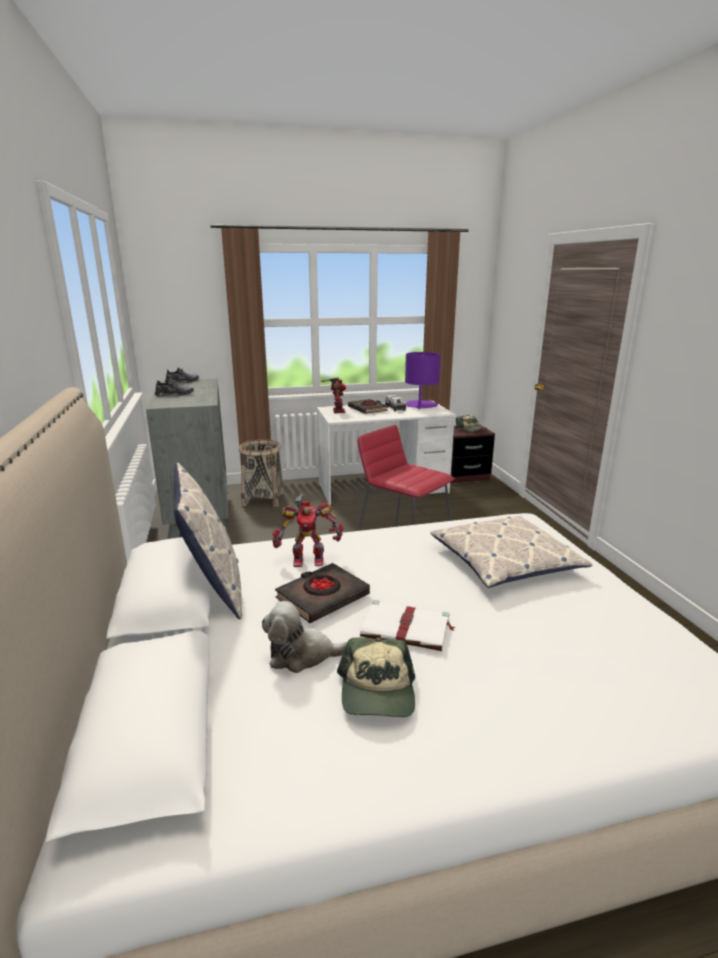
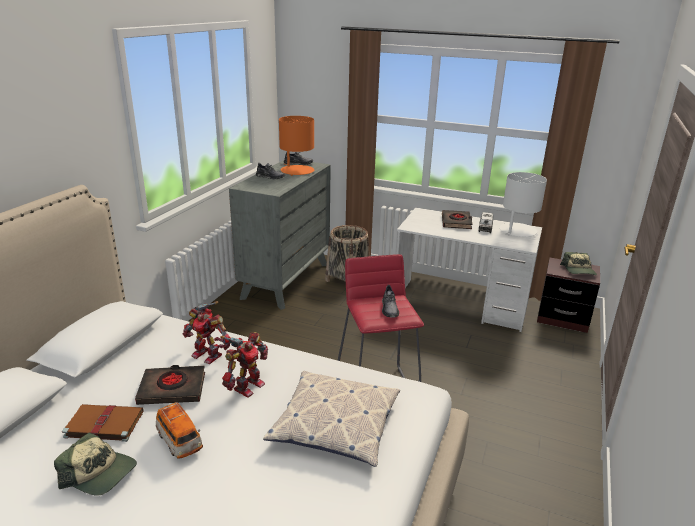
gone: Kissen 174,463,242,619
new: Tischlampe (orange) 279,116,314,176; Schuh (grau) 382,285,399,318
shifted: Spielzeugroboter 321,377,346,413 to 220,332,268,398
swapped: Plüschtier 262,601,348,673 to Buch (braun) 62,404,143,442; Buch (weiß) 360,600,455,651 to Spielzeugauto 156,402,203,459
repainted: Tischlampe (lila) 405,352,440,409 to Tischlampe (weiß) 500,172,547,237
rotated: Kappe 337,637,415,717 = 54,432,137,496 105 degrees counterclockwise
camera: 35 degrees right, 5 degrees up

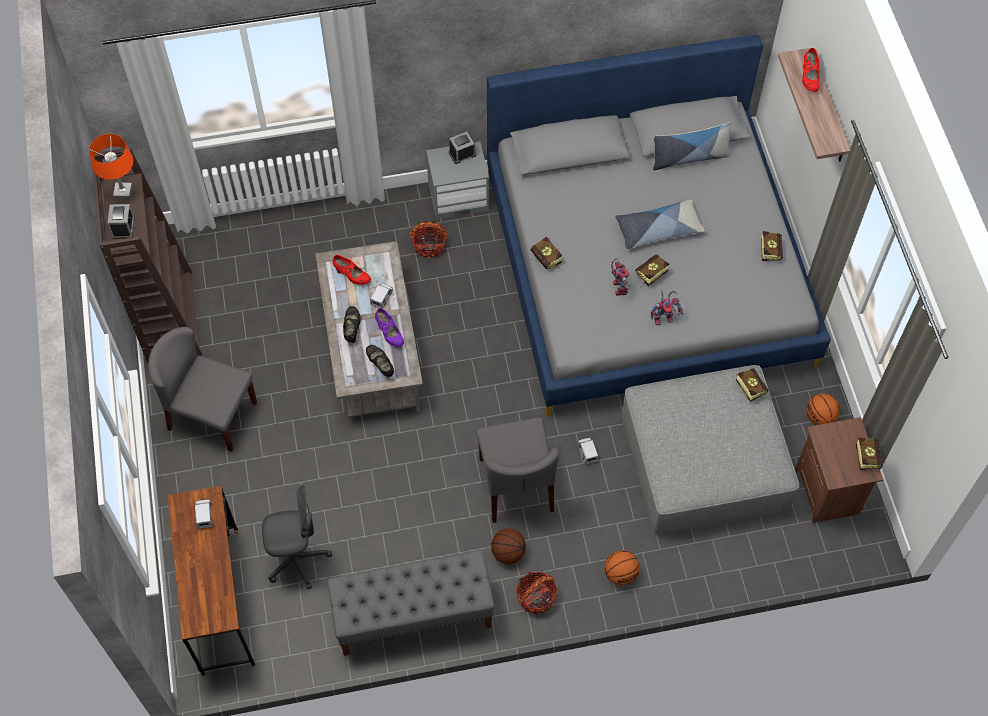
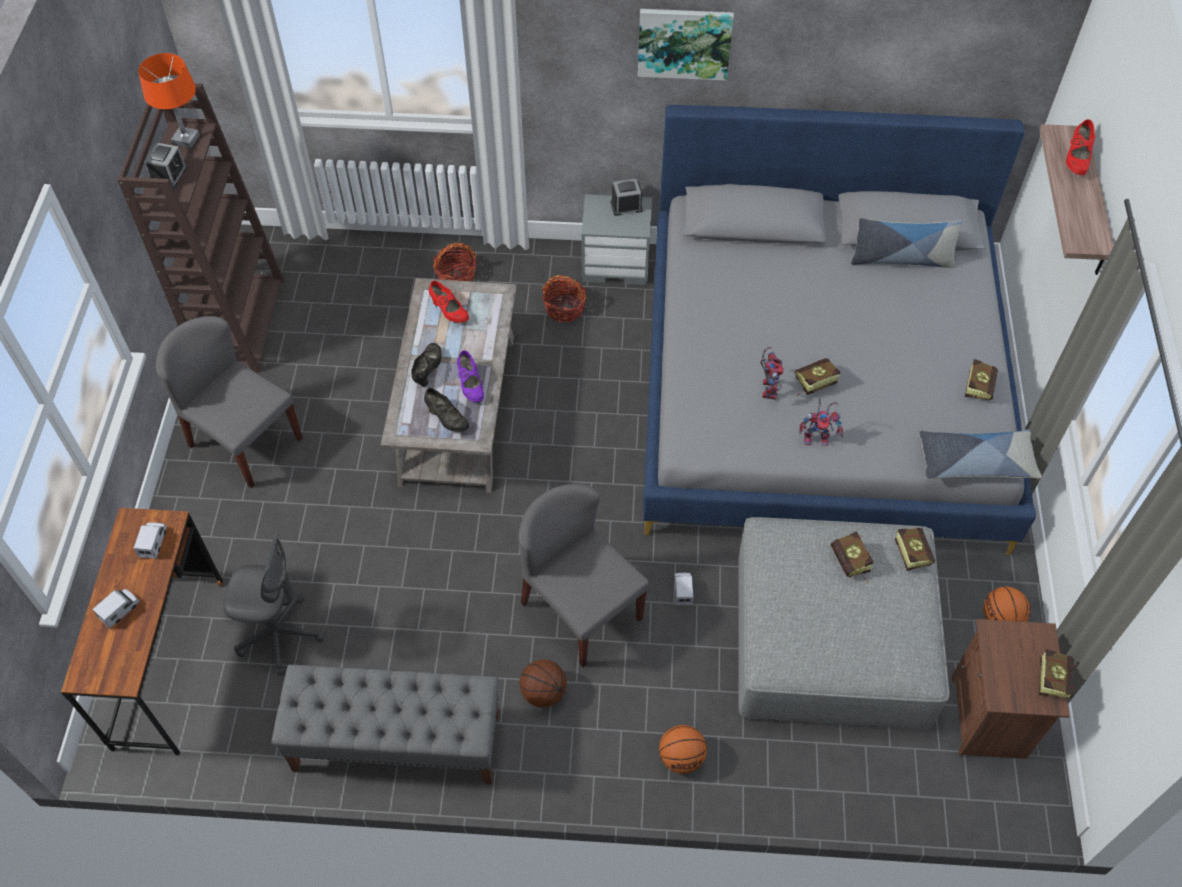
new: Bild 638,9,734,81
shifted: Spielzeuglaster 370,284,393,309 to 92,589,140,629; Korb 516,572,558,614 to 433,242,477,281; Buch 531,237,562,271 to 831,531,873,584; Kissen 615,198,705,249 to 919,430,1042,479
rotated: Schuh (schwarz) 366,345,394,377 = 424,388,469,432 150 degrees clockwise; Stuhl (grau) 476,418,559,523 = 519,484,649,667 135 degrees clockwise
camera: 15 degrees right, 5 degrees down

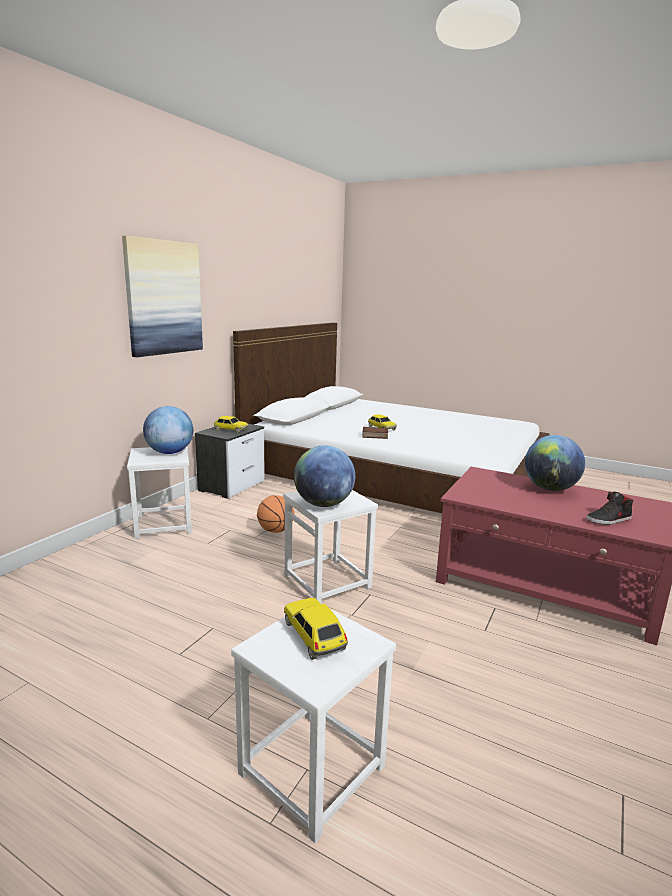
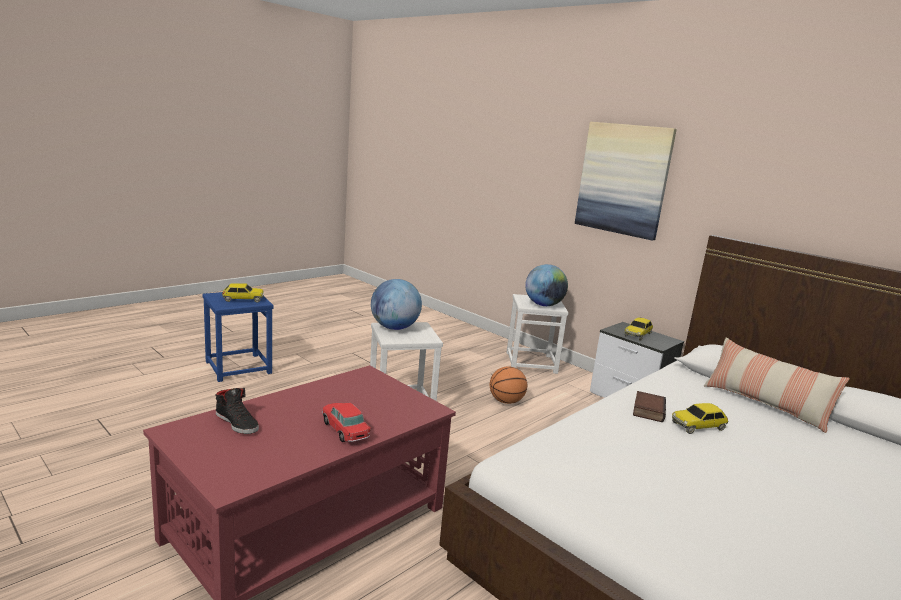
new: Kissen 704,337,850,433
swapped: Globus 525,435,585,491 to Spielzeugauto 322,403,371,442
repainted: Hocker (weiß) 231,608,396,843 to Hocker (blau) 202,292,274,382
rotated: Schuh (schwarz) 586,492,633,525 = 216,388,259,434 135 degrees clockwise
camera: 105 degrees right, 0 degrees up

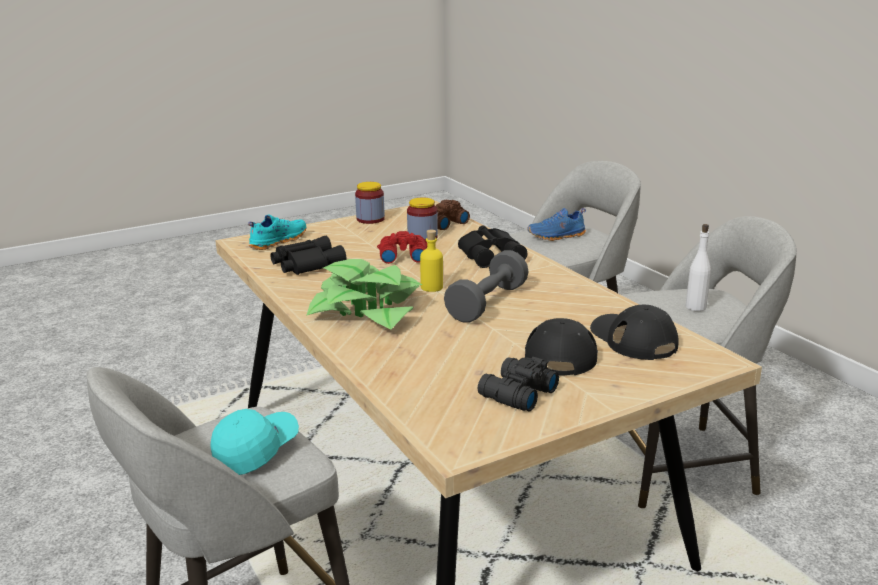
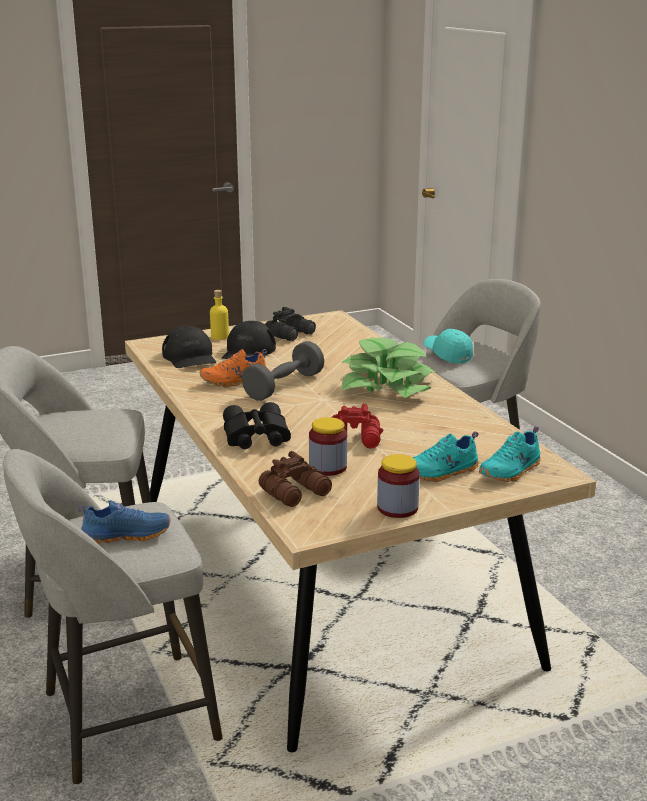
gone: Fernglas (schwarz) 270,236,347,275; Flasche (weiß) 685,224,711,311
new: Schuh (orange) 200,349,267,388; Schuh (türkis) 412,431,479,482
shifted: Flasche (gelb) 420,230,443,292 to 210,290,229,340
rotated: Kappe (türkis) 210,409,299,475 = 424,329,473,364 105 degrees clockwise
camera: 175 degrees left, 0 degrees up

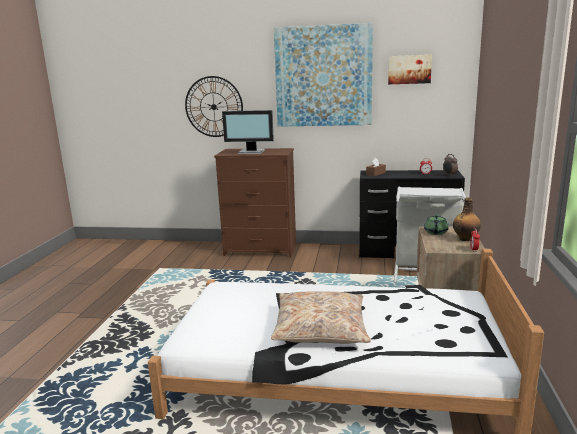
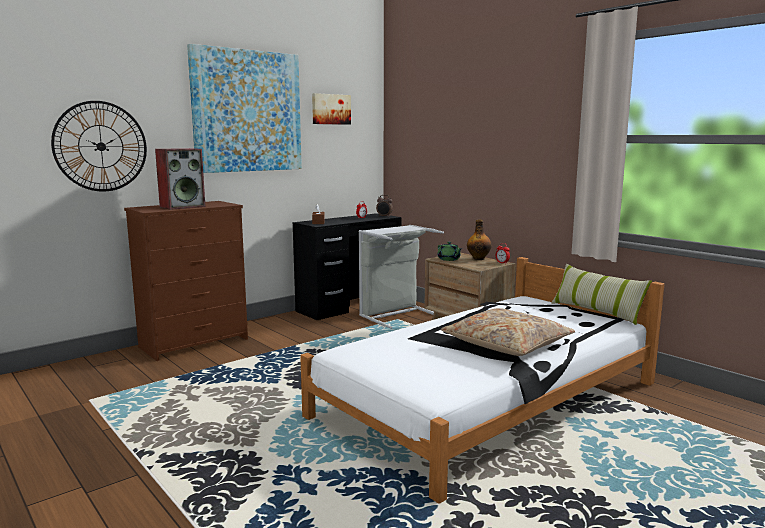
new: Kissen 551,264,652,325
swapped: Monitor 222,110,274,154 to Lautsprecher 155,148,206,210
camera: 50 degrees left, 5 degrees down

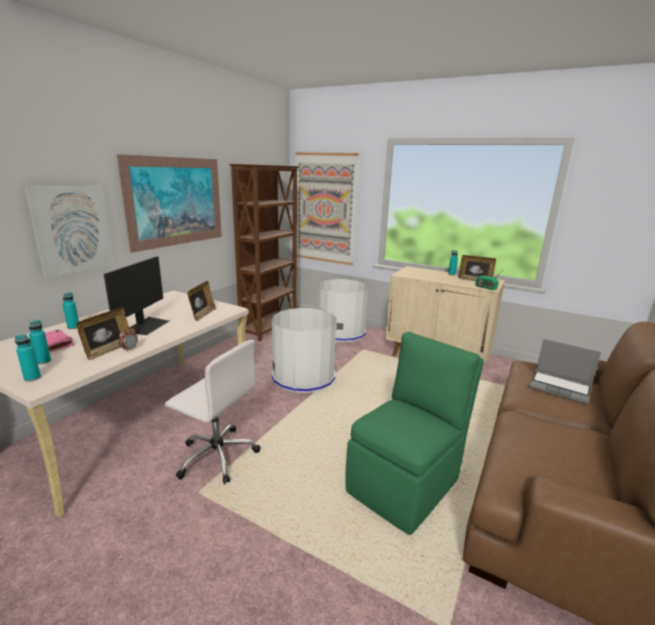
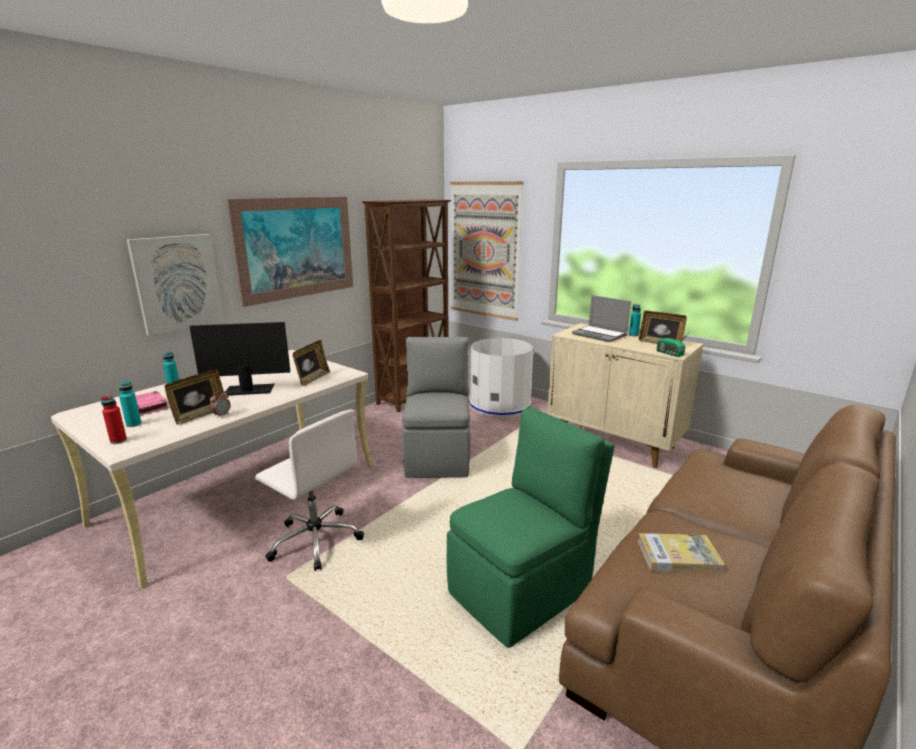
new: Buch 638,533,725,573
shifted: Laptop 529,339,601,404 to 572,295,631,342
swapped: Mülleimer (weiß) 271,308,336,393 to Stuhl (grau) 402,337,470,478
repainted: Flasche (türkis) 15,334,41,382 to Flasche (rot) 101,396,127,444
rotated: Monitor 104,256,170,335 = 189,322,291,396 120 degrees counterclockwise
camera: 10 degrees right, 0 degrees up

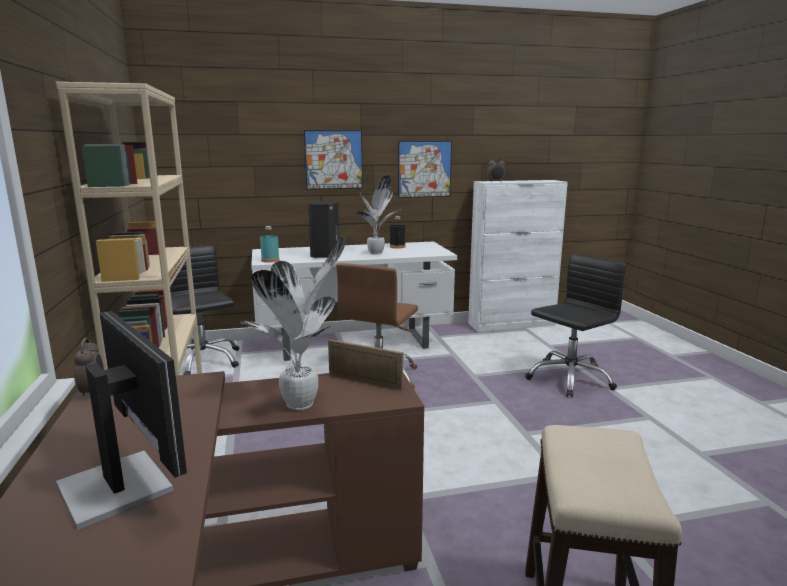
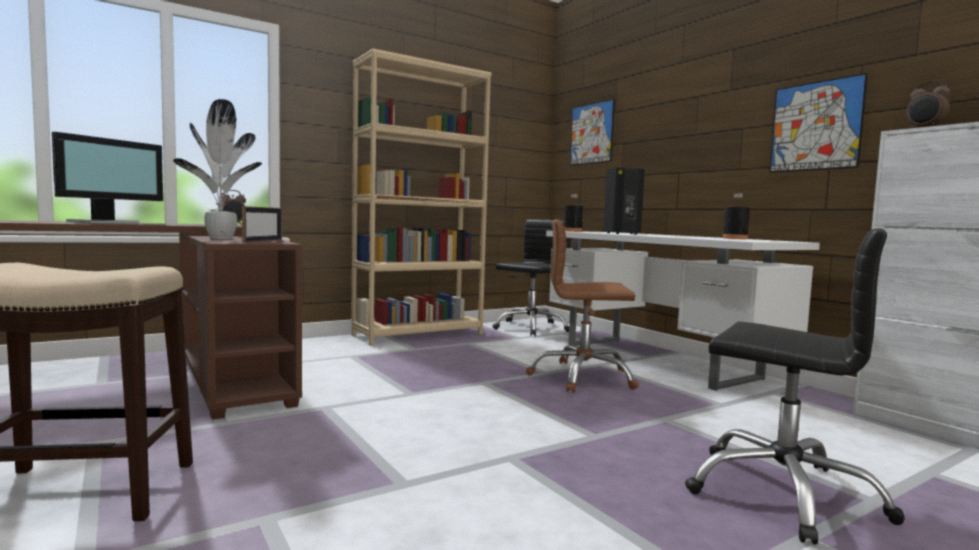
gone: Topfpflanze 357,175,402,255
shifted: Bild 304,130,363,190 to 570,99,615,166
repainted: Flasche (türkis) 260,226,280,263 to Flasche (schwarz) 564,194,583,232
camera: 70 degrees right, 10 degrees down

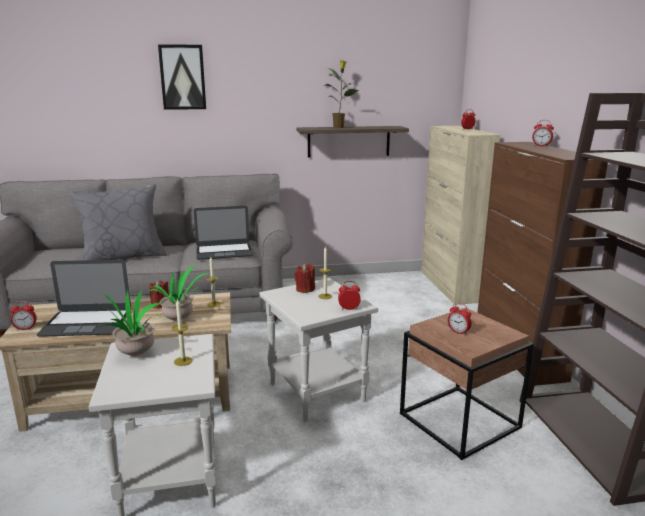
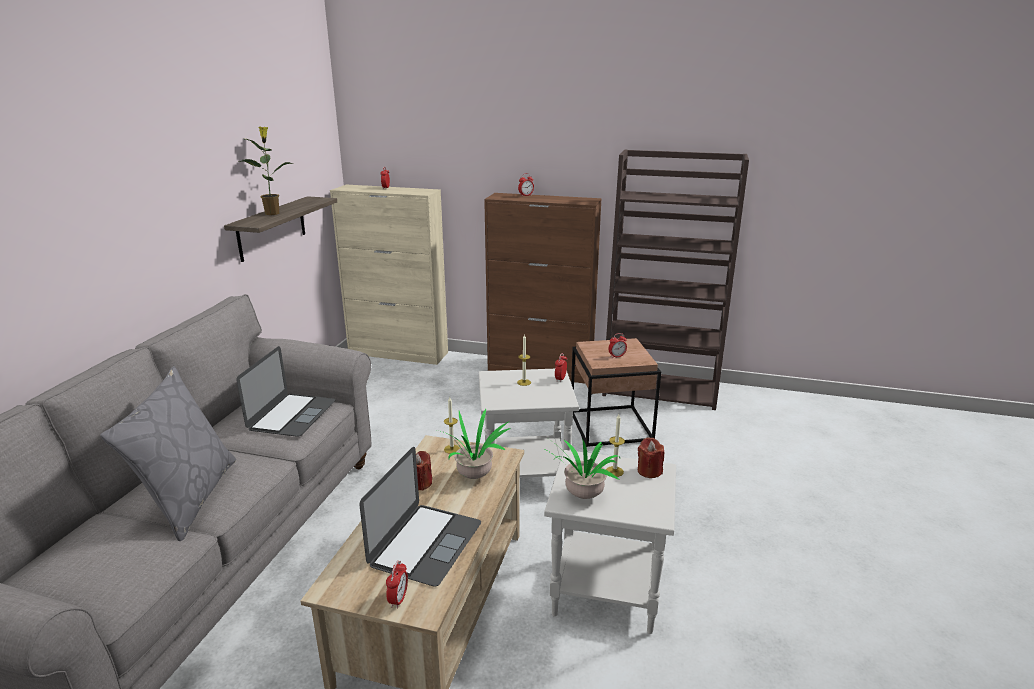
gone: Bild 158,44,206,110
shifted: Kerze (rot) 294,264,315,293 to 638,438,664,478
camera: 65 degrees left, 5 degrees up

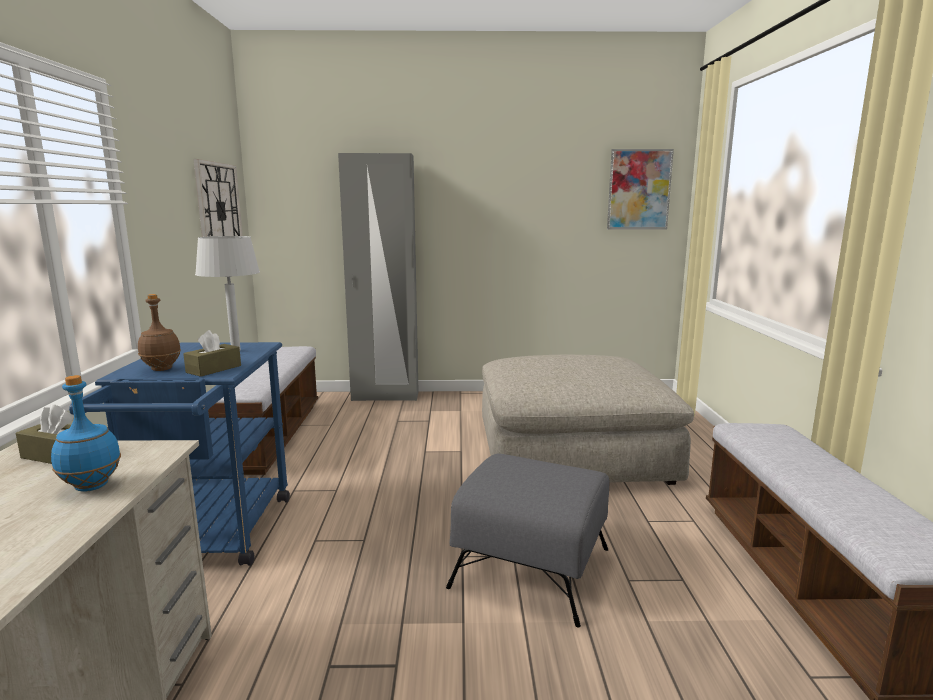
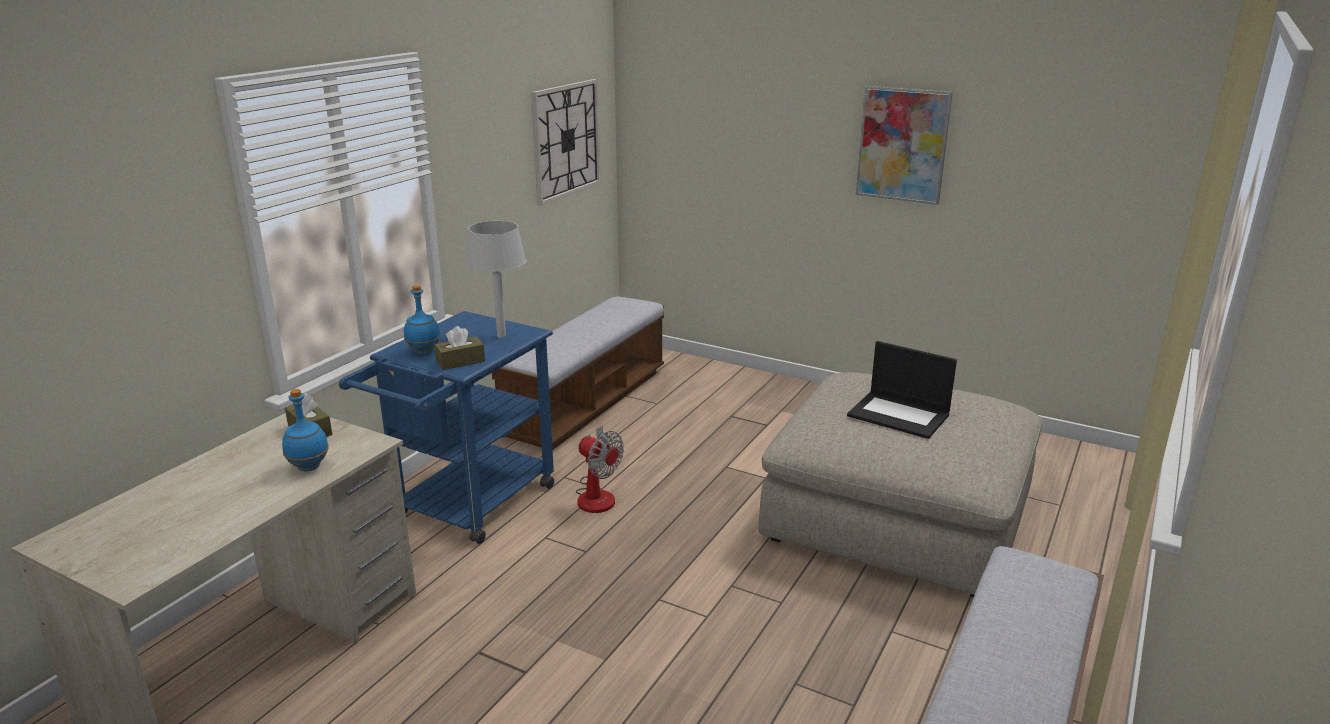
gone: Kleiderschrank (grau) 338,153,419,401; Polsterhocker (grau) 446,454,609,627
new: Ventilator 576,426,624,513; Laptop 847,341,957,439
shifted: Bild 607,149,674,230 to 856,86,953,205
repainted: Flasche (braun) 138,294,181,371 to Flasche (blau) 404,285,440,354
camera: 30 degrees right, 10 degrees up

